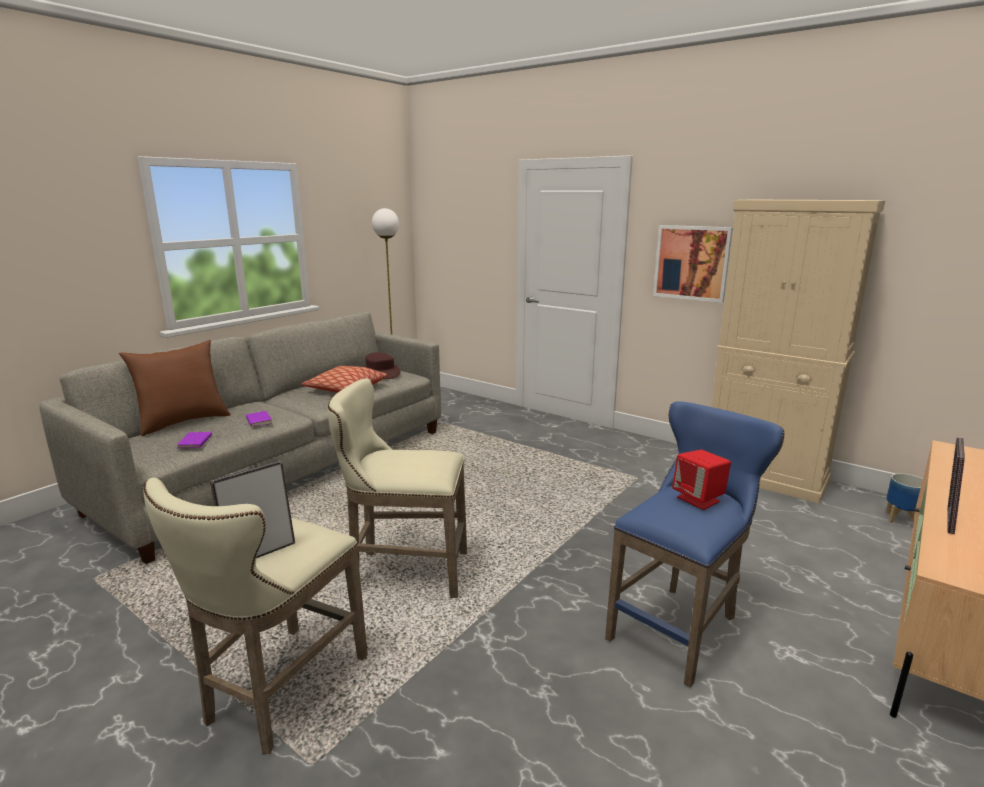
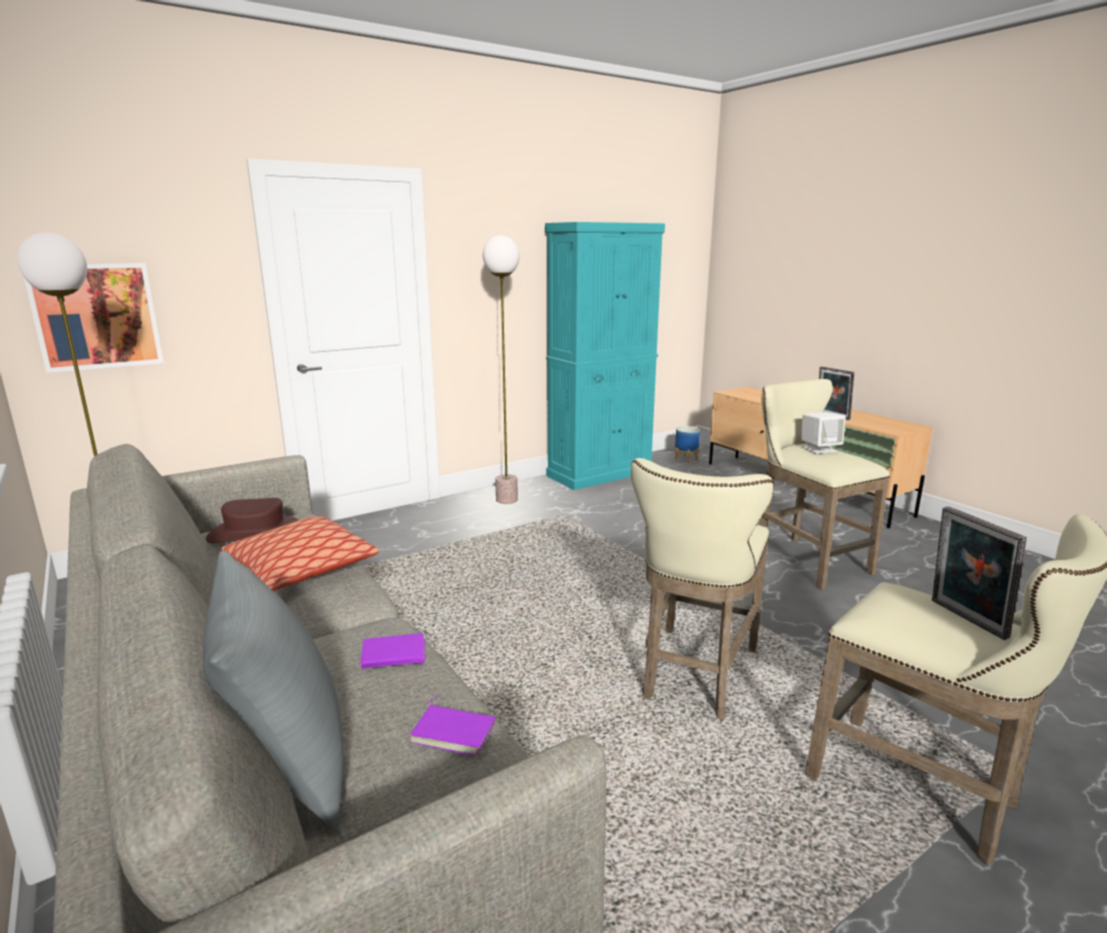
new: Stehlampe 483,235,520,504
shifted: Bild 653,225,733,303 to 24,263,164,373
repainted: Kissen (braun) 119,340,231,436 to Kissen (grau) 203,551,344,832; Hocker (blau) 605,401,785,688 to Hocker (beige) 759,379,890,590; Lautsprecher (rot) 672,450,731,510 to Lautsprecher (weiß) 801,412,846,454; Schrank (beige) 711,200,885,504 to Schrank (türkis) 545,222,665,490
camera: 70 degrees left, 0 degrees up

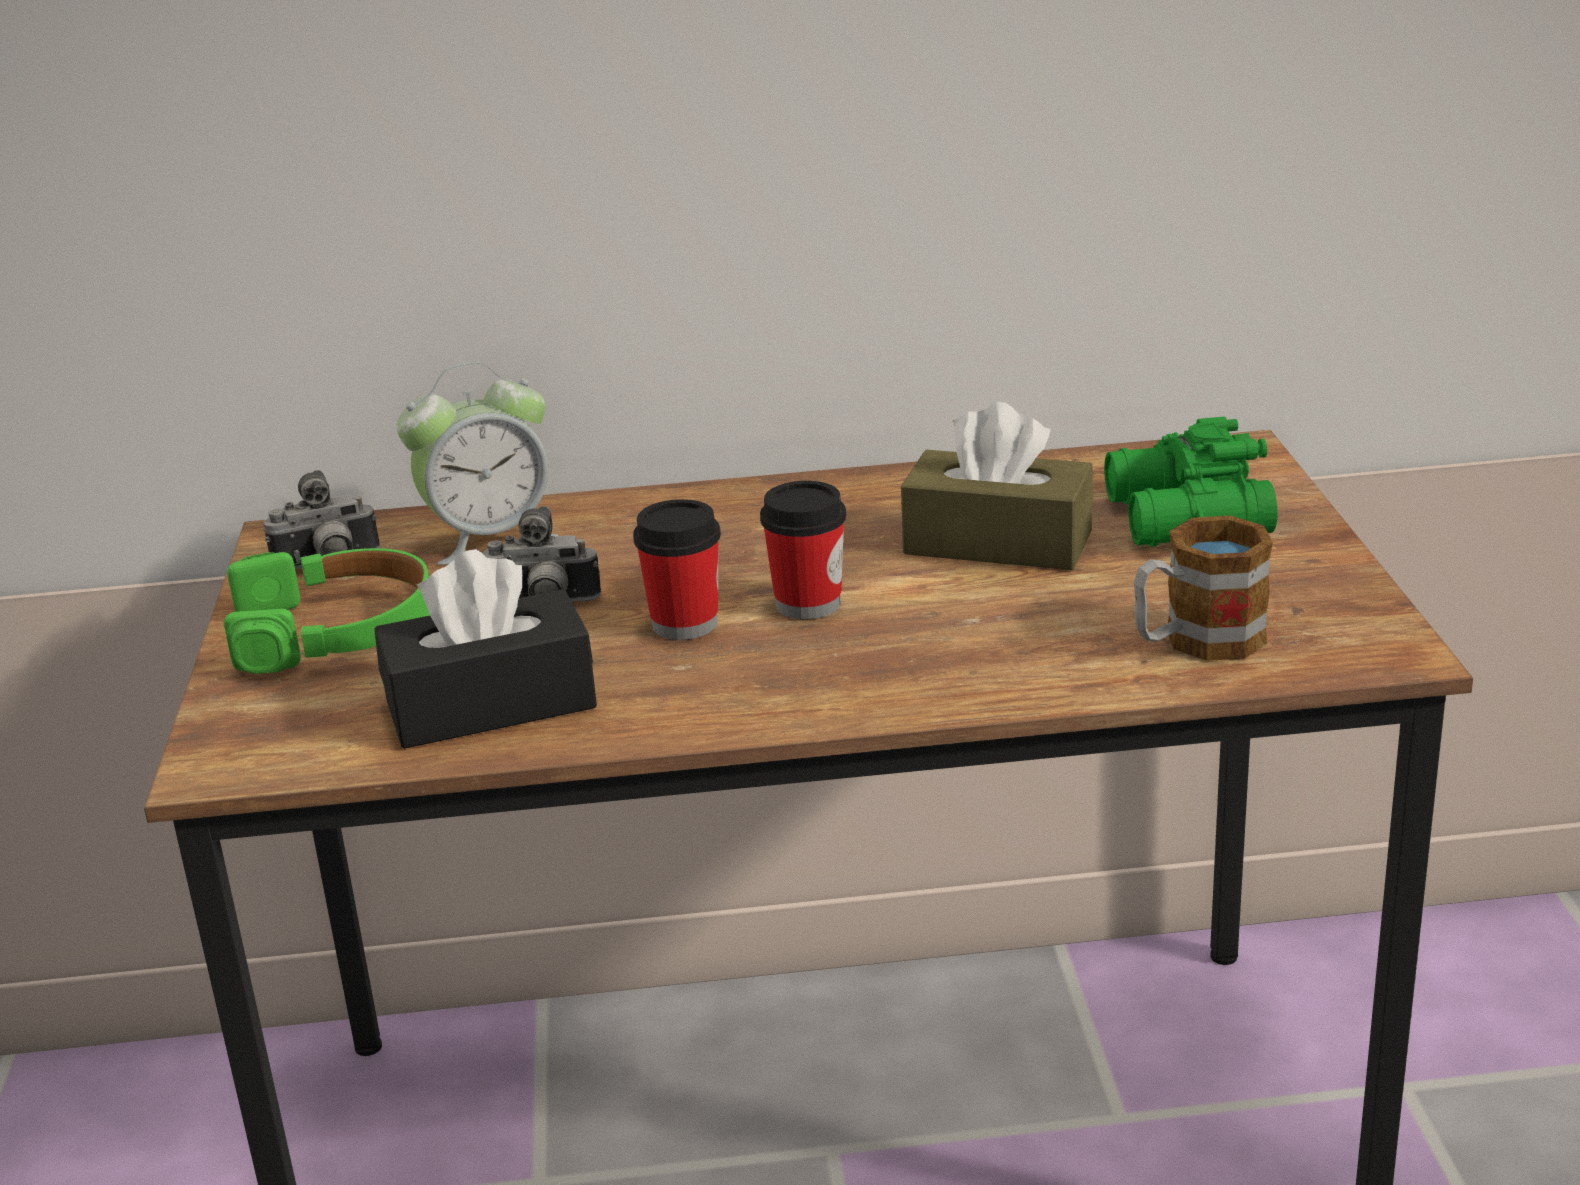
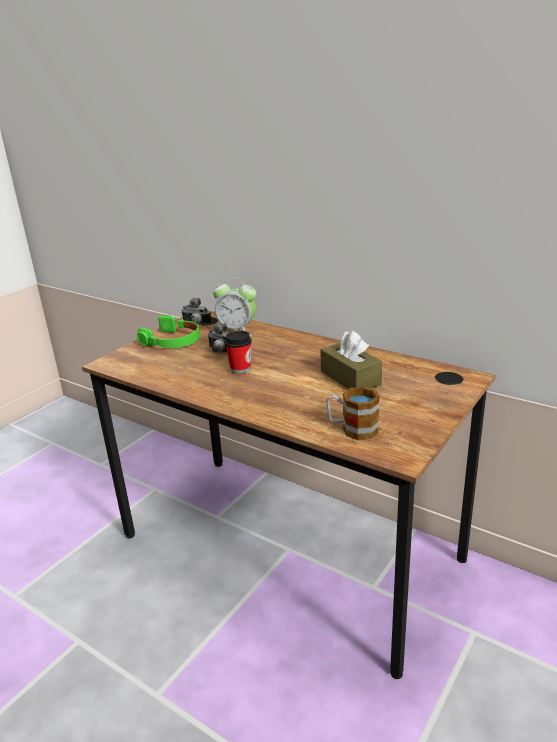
gone: Taschentuchbox (schwarz) 374,549,597,749; Tasse 760,481,846,619; Fernglas (grün) 1104,417,1278,547
camera: 40 degrees right, 0 degrees up

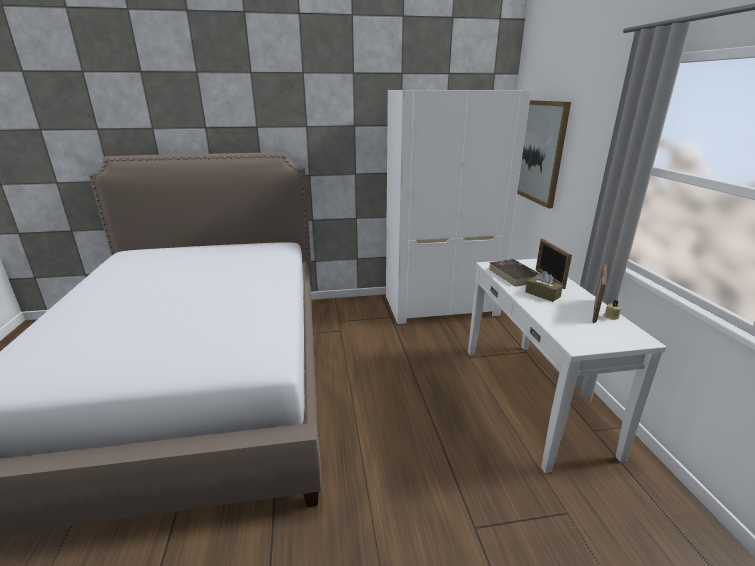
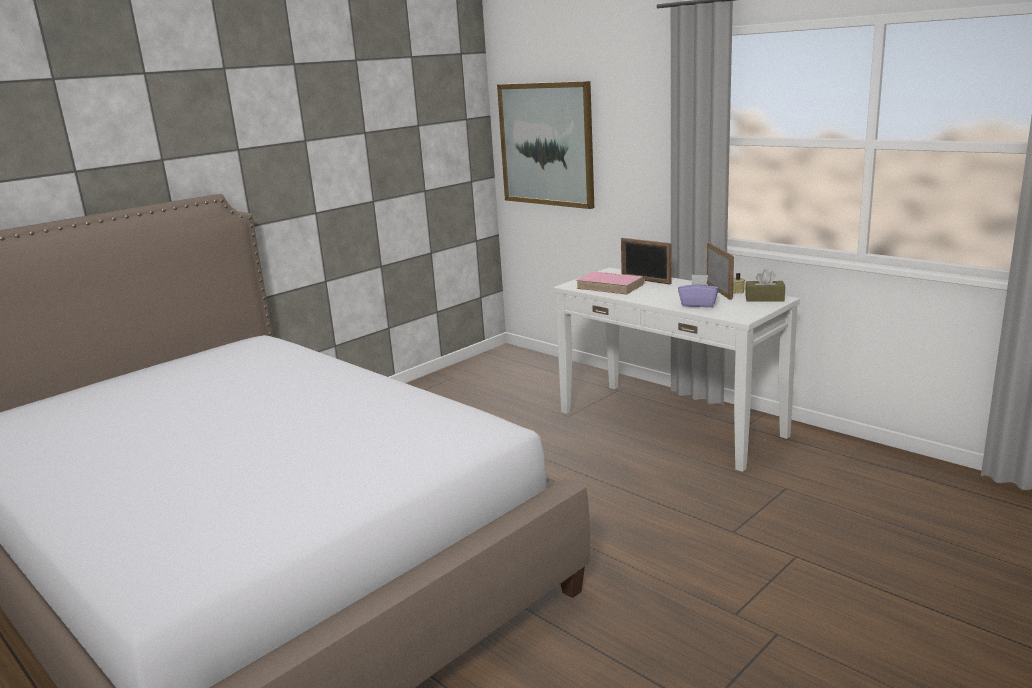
gone: Kleiderschrank (weiß) 386,90,531,325
new: Taschentuchbox (lila) 678,275,719,307
shifted: Taschentuchbox (braun) 525,271,563,302 to 745,269,785,302
repainted: Buch (braun) 489,259,538,287 to Buch (rosa) 576,271,645,295
camera: 35 degrees left, 5 degrees down

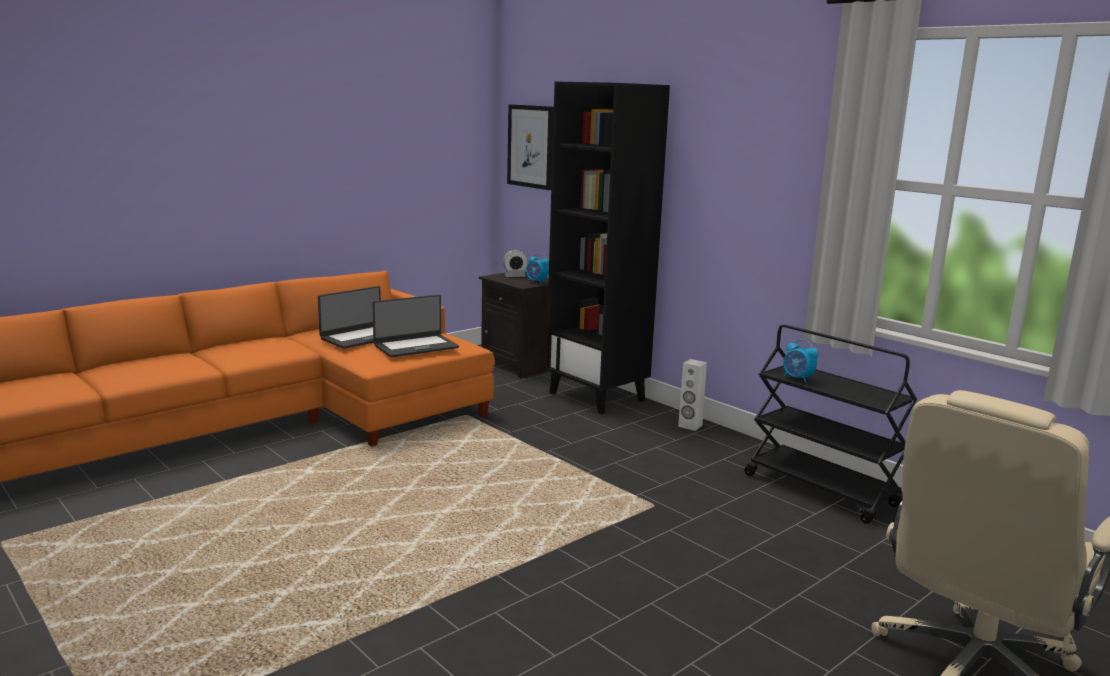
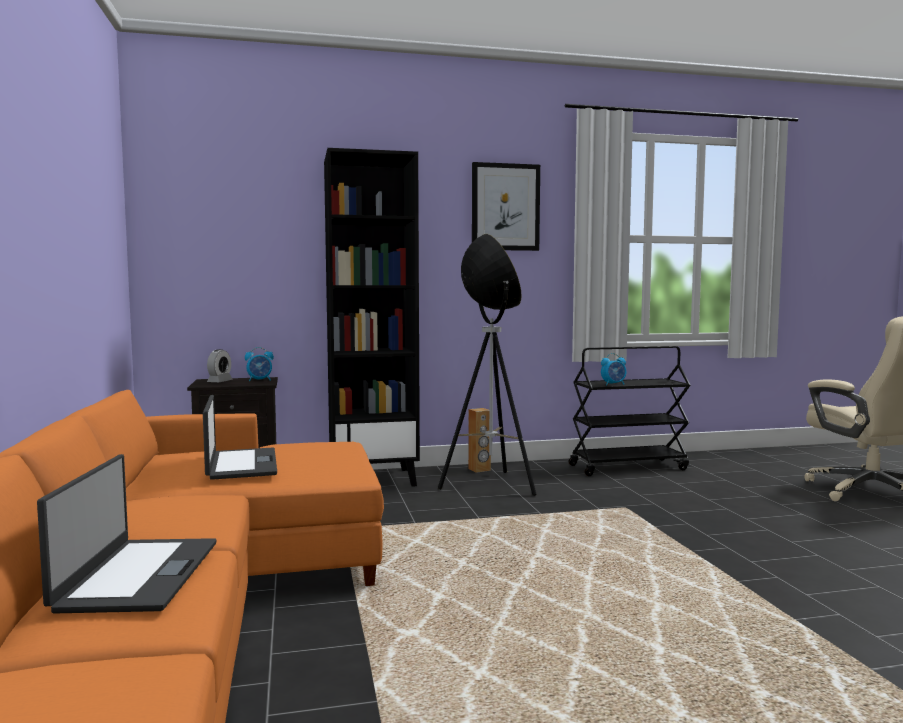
new: Stehlampe 438,234,536,496
shifted: Laptop 372,294,459,358 to 37,454,216,613; Bild 507,104,554,190 to 472,162,540,251
repainted: Lautsprecher (weiß) 678,359,707,431 to Lautsprecher (braun) 468,408,491,473
camera: 60 degrees left, 10 degrees down

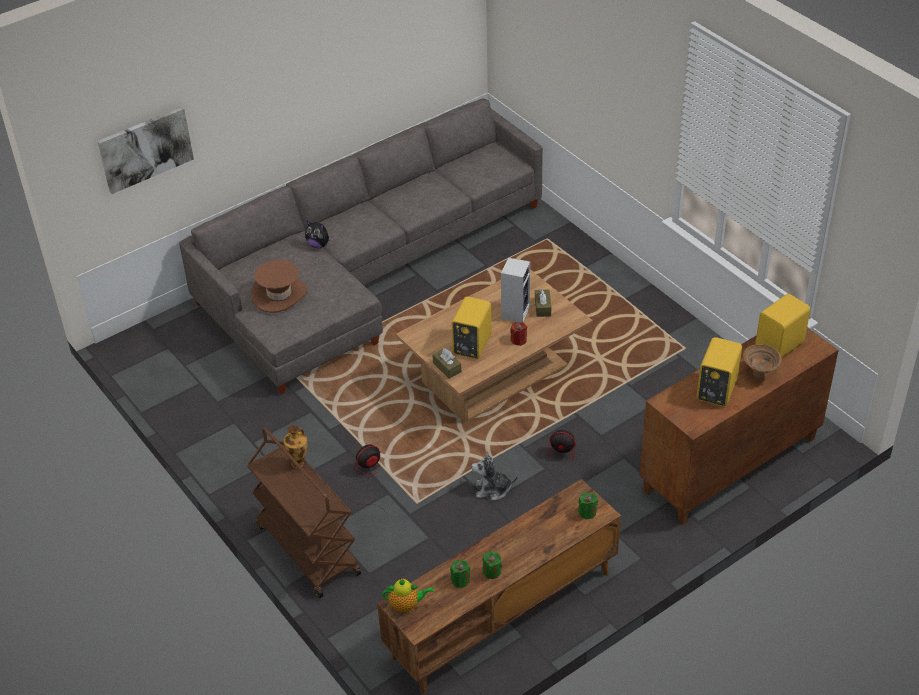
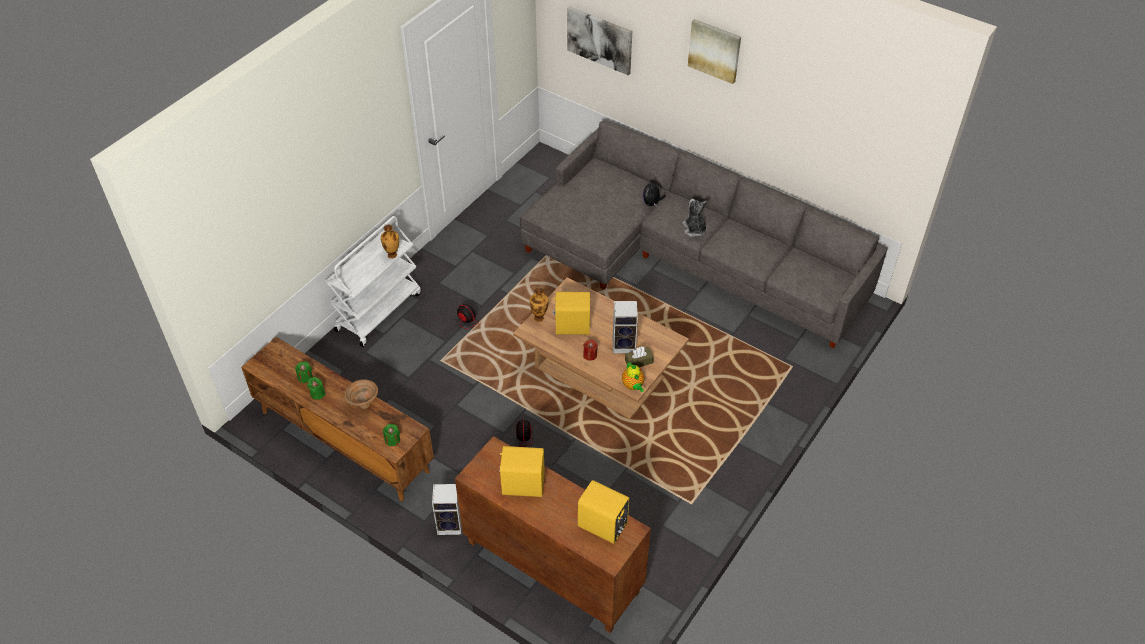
gone: Hut (braun) 251,260,307,313
new: Lautsprecher 432,484,462,535; Bild 688,19,741,84
shifted: Teekanne 382,578,434,612 to 622,362,644,392; Plüschtier 471,451,518,501 to 682,199,707,237; Schüssel (braun) 743,344,782,378 to 344,379,378,409
swapped: Taschentuchbox (braun) 432,348,461,379 to Vase 530,288,548,322
repainted: Rollwagen (braun) 247,427,361,598 to Rollwagen (weiß) 325,216,421,347
camera: 70 degrees right, 5 degrees up

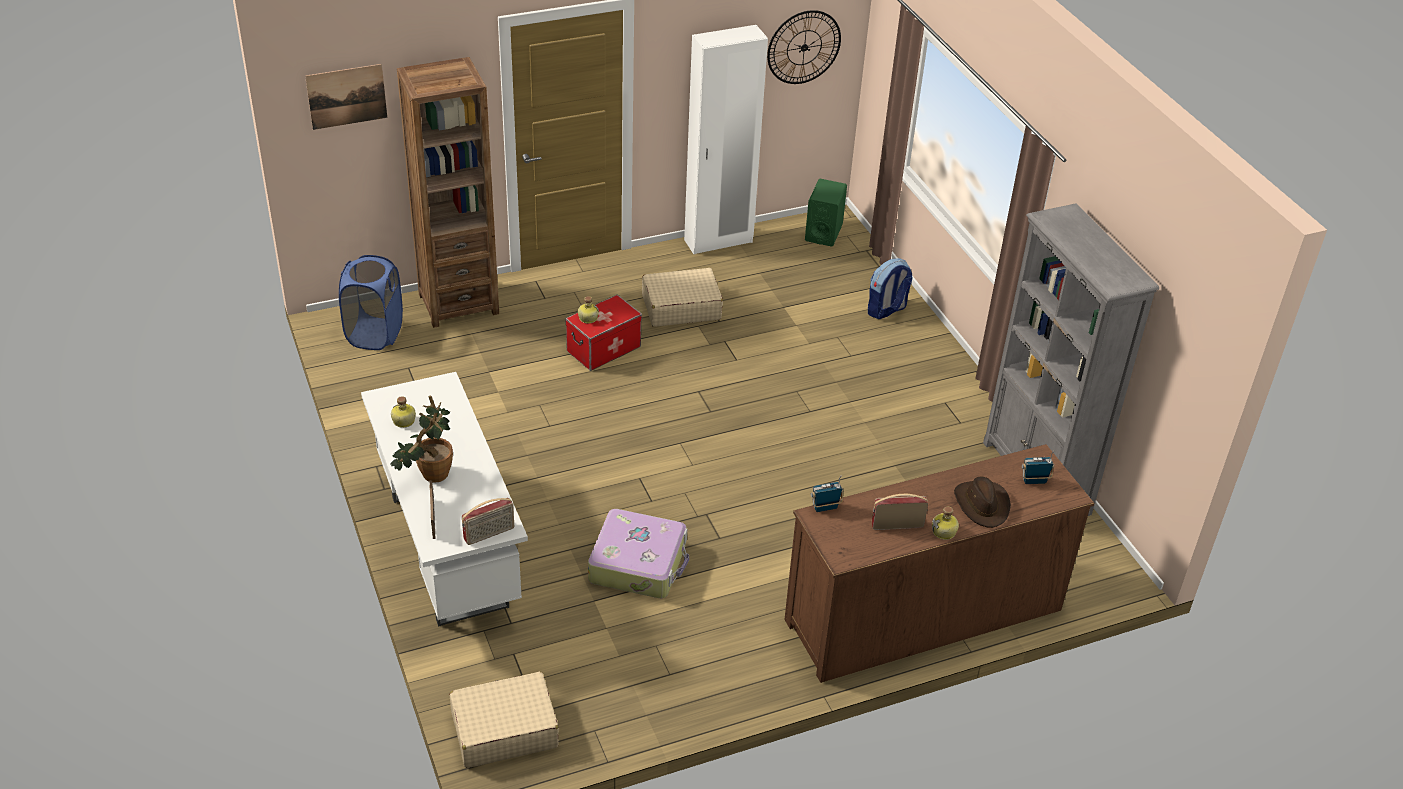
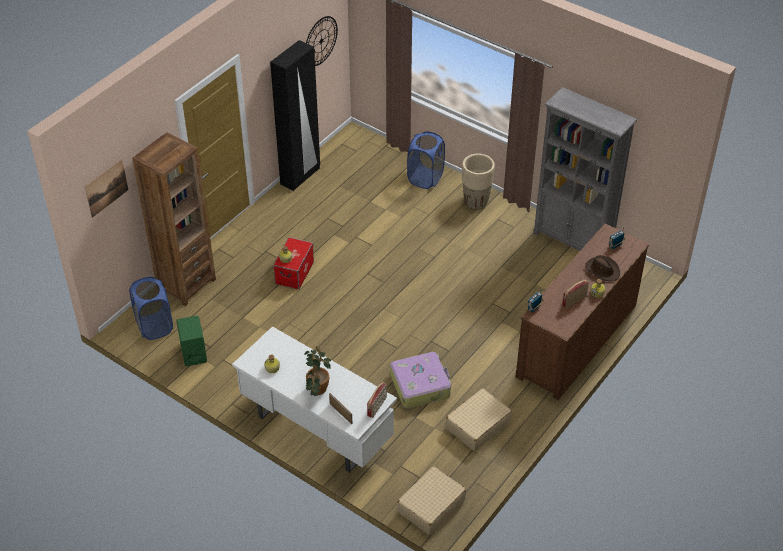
new: Pflanzkübel (beige) 462,154,495,209
shifted: Koffer (beige) 642,268,723,327 to 445,388,512,451; Lautsprecher (grün) 805,179,847,247 to 176,316,207,366
swapped: Rucksack 868,258,912,319 to Wäschekorb (blau) 407,131,445,189
repainted: Kleiderschrank (weiß) 684,25,768,254 to Kleiderschrank (schwarz) 270,40,320,191
camera: 30 degrees left, 5 degrees up

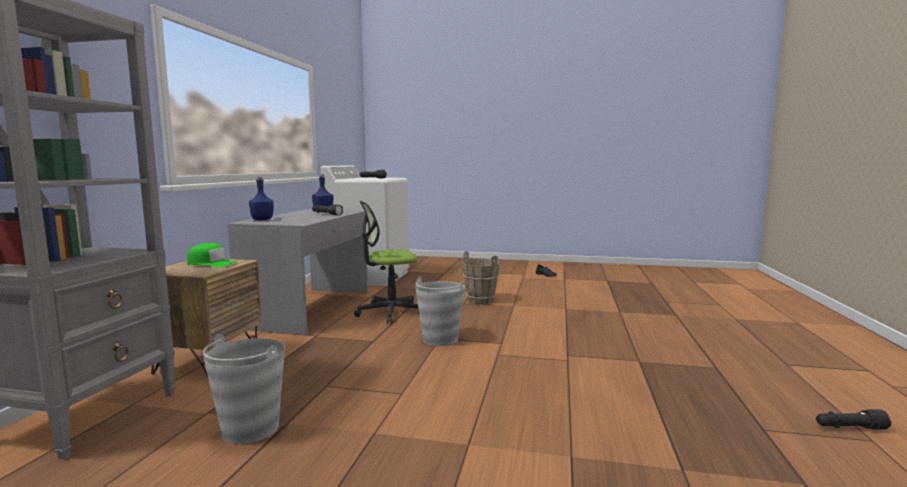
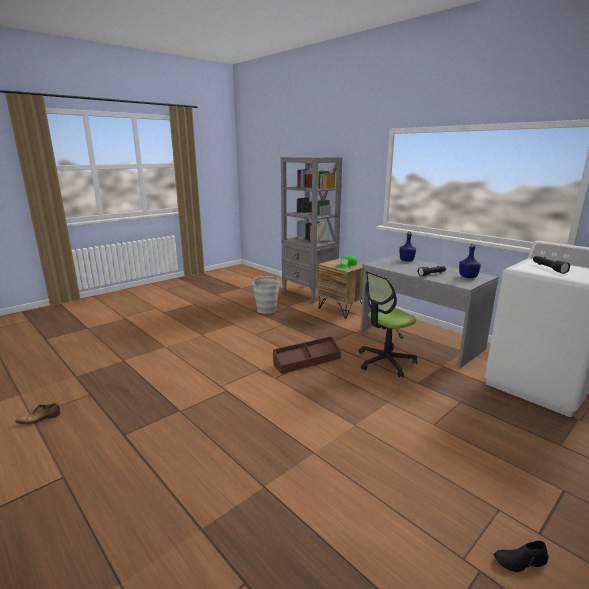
gone: Eimer (braun) 462,251,500,304
swapped: Eimer (grau) 416,276,465,346 to Aufbewahrungsbox (braun) 273,336,341,374; Taschenlampe (schwarz) 816,409,891,429 to Schuh 15,403,60,425
rotated: Bürostuhl 354,201,419,324 = 359,271,417,377 135 degrees counterclockwise
camera: 125 degrees right, 10 degrees up

